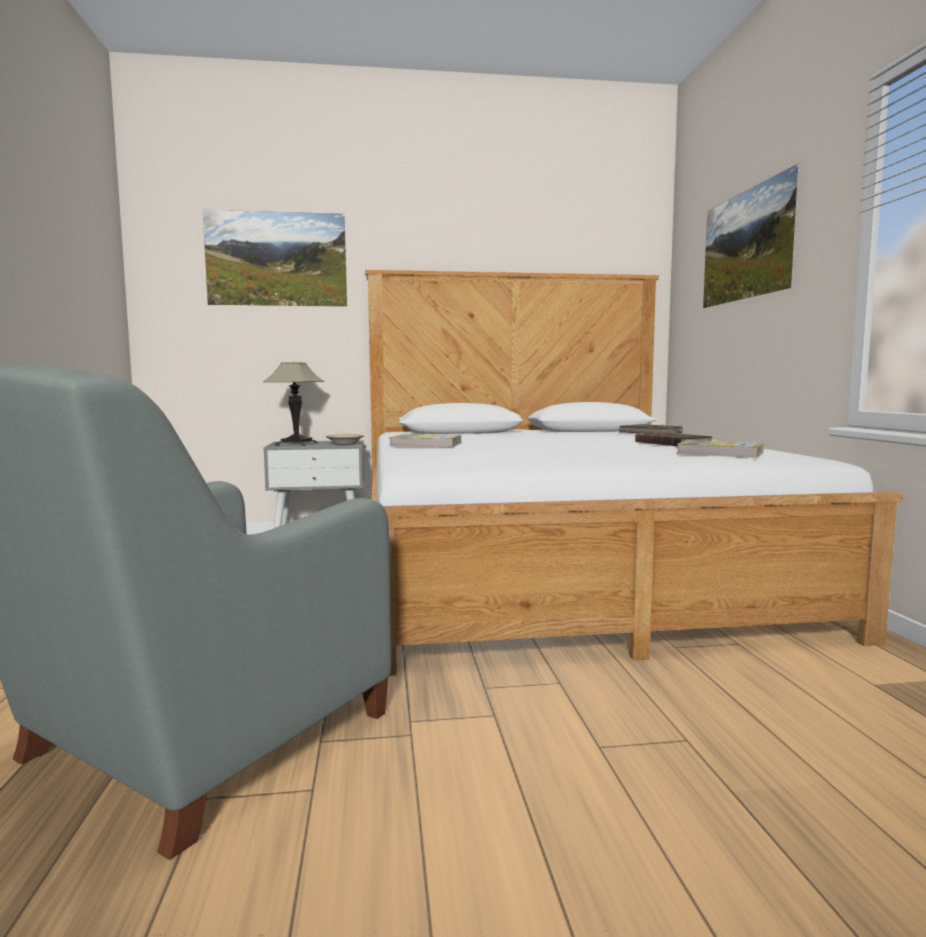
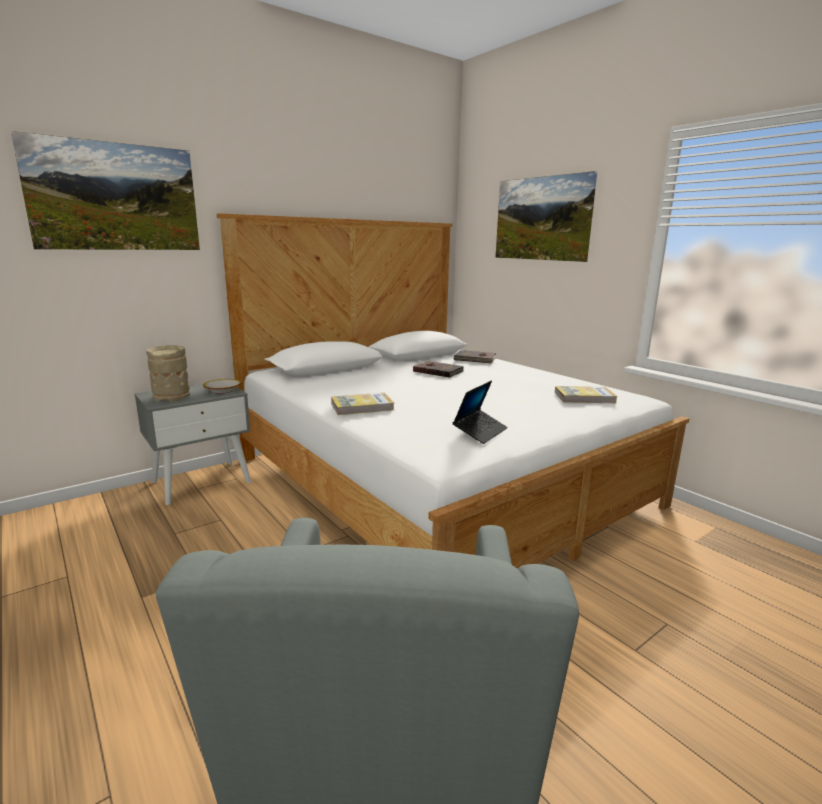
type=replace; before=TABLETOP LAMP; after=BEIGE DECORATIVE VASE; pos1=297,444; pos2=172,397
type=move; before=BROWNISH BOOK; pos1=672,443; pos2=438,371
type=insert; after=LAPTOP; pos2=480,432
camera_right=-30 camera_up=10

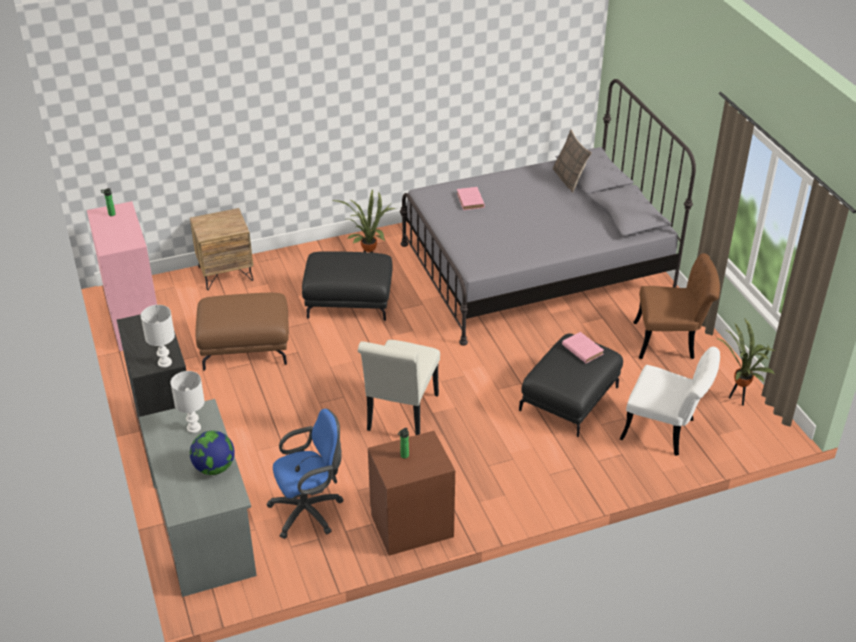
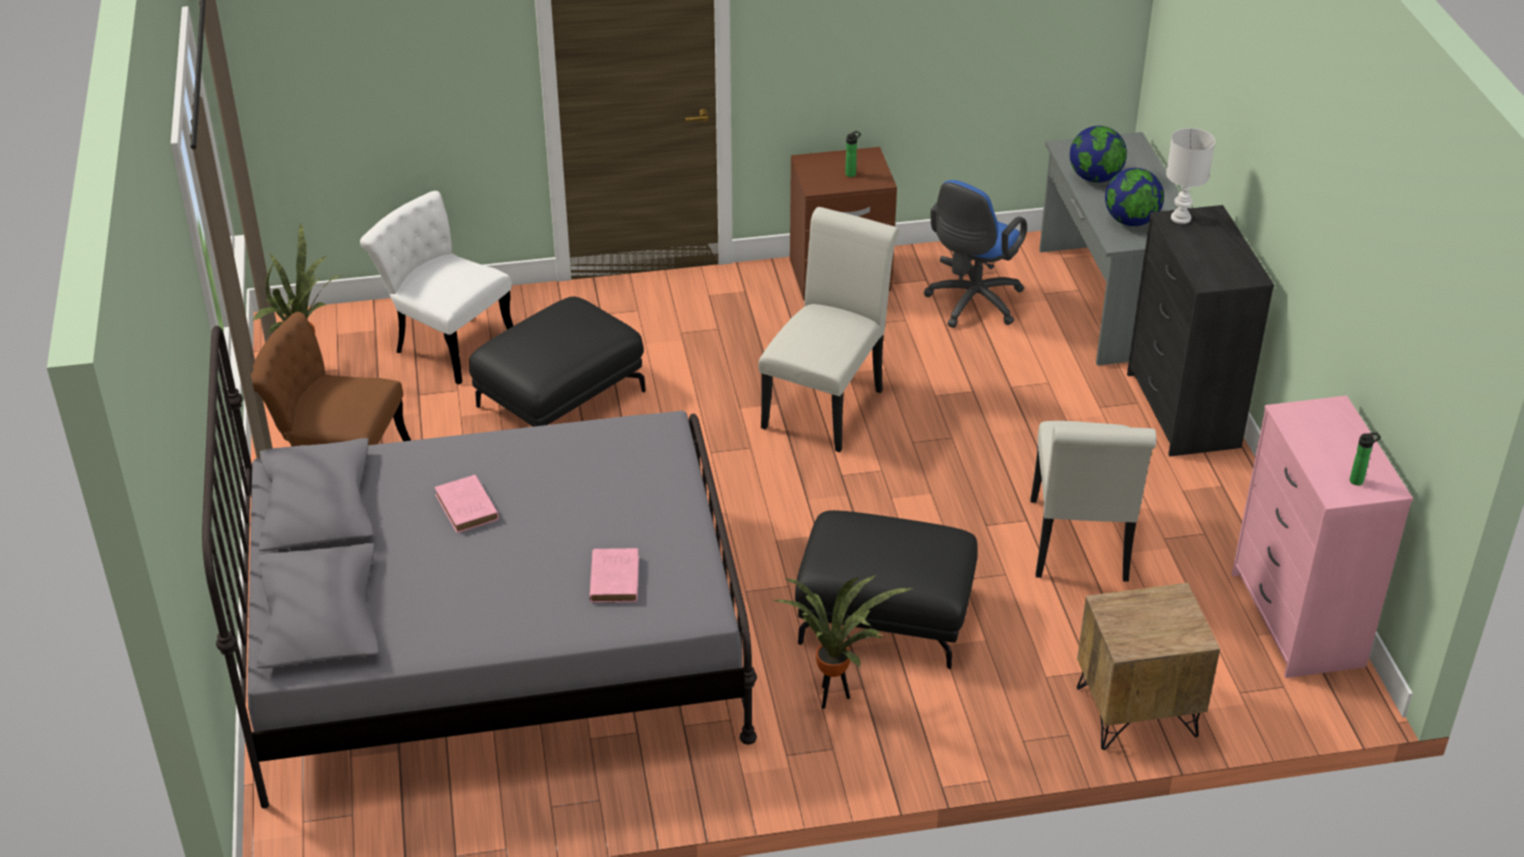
type=replace; before=WHITE TABLETOP LAMP; after=GLOBE; pos1=193,428; pos2=1131,221
type=replace; before=BROWNISH FOOTREST; after=WHITE CHAIR; pos1=245,346; pos2=1079,547
type=rotate; before=BLUISH OFFICE CHAIR; pos1=310,511; pos2=971,304; turn=-45
type=delete; before=THROW PILLOW; pos1=569,179
type=move; before=PINK BOOK; pos1=581,349; pos2=467,508
camera_right=-170 camera_up=0

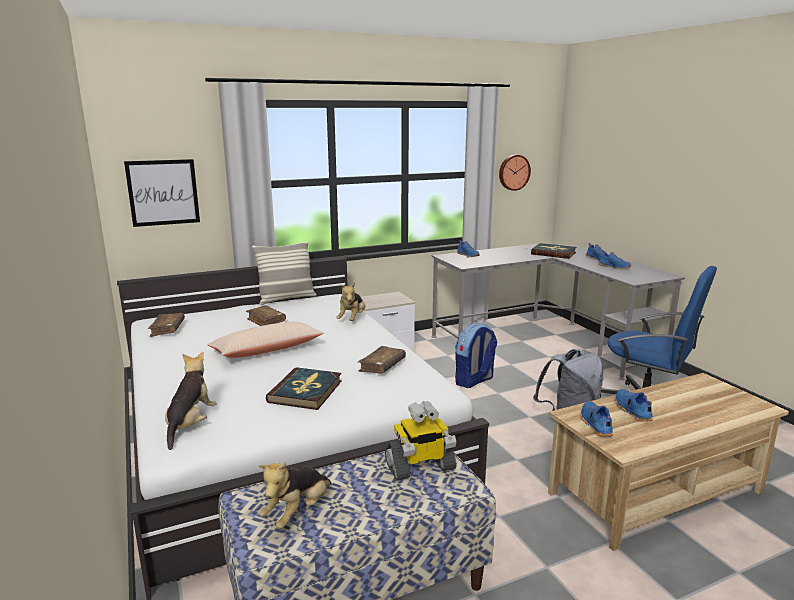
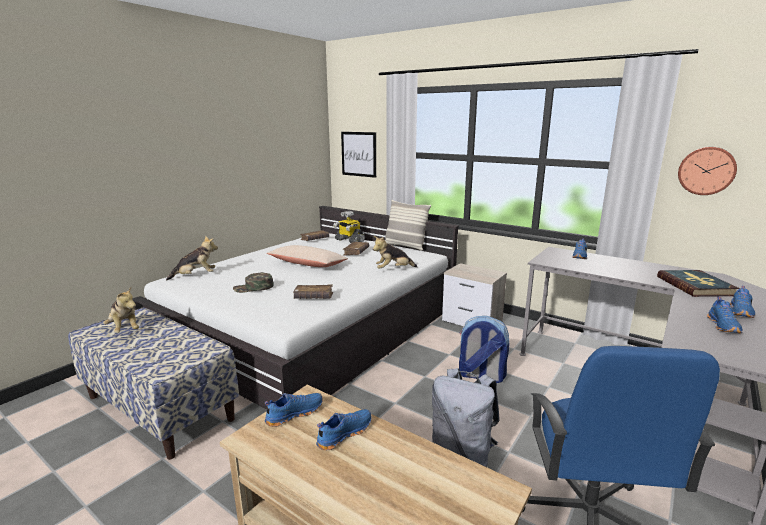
type=rotate; before=SOFT TOY; pos1=297,512; pos2=124,329; turn=-135
type=replace; before=BOOK; after=GREEN-COLOURED BASEBALL CAP; pos1=306,391; pos2=253,288
type=move; before=TOY ROBOT; pos1=420,467; pos2=349,240
camera_right=60 camera_up=0

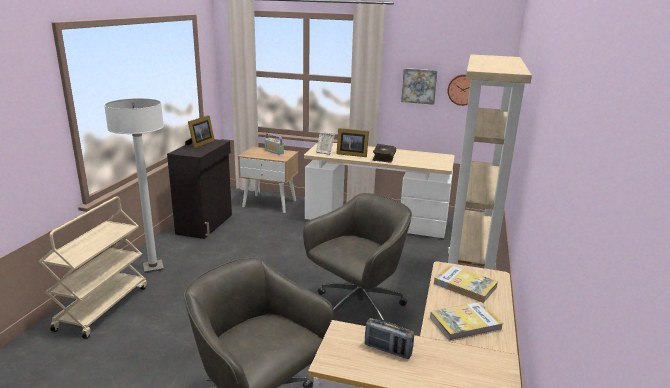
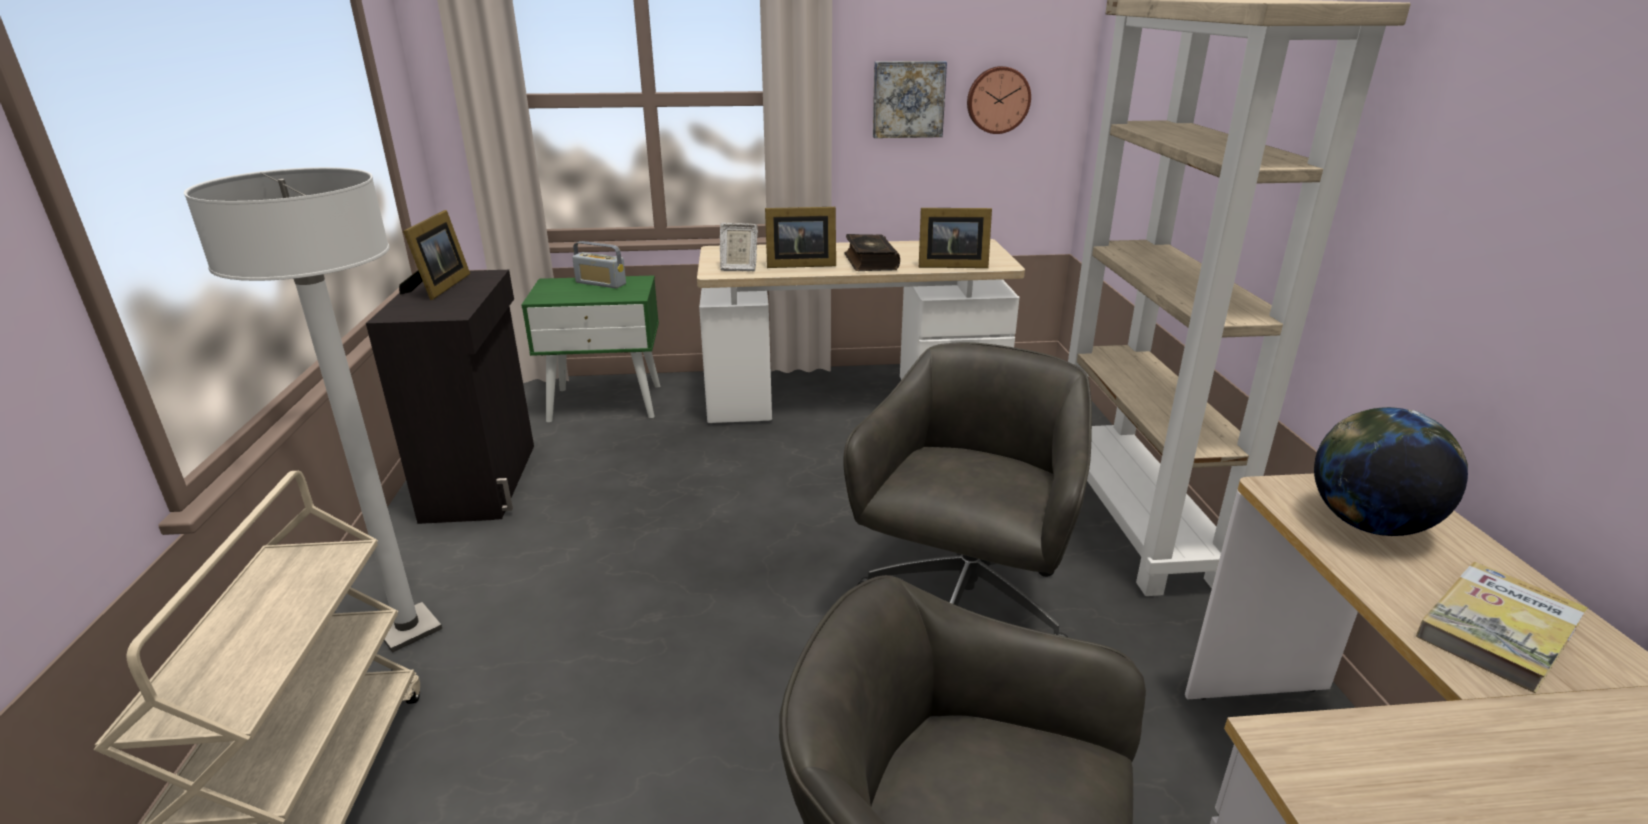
type=recolor; before=BEIGE NIGHTSTAND; after=GREEN-COLOURED NIGHTSTAND; pos1=270,203; pos2=606,402
type=delete; before=RADIO RECEIVER; pos1=387,350
type=replace; before=BOOK; after=GLOBE; pos1=465,285; pos2=1368,525
type=insert; after=PICTURE FRAME; pos2=950,265
camera_right=-20 camera_up=5

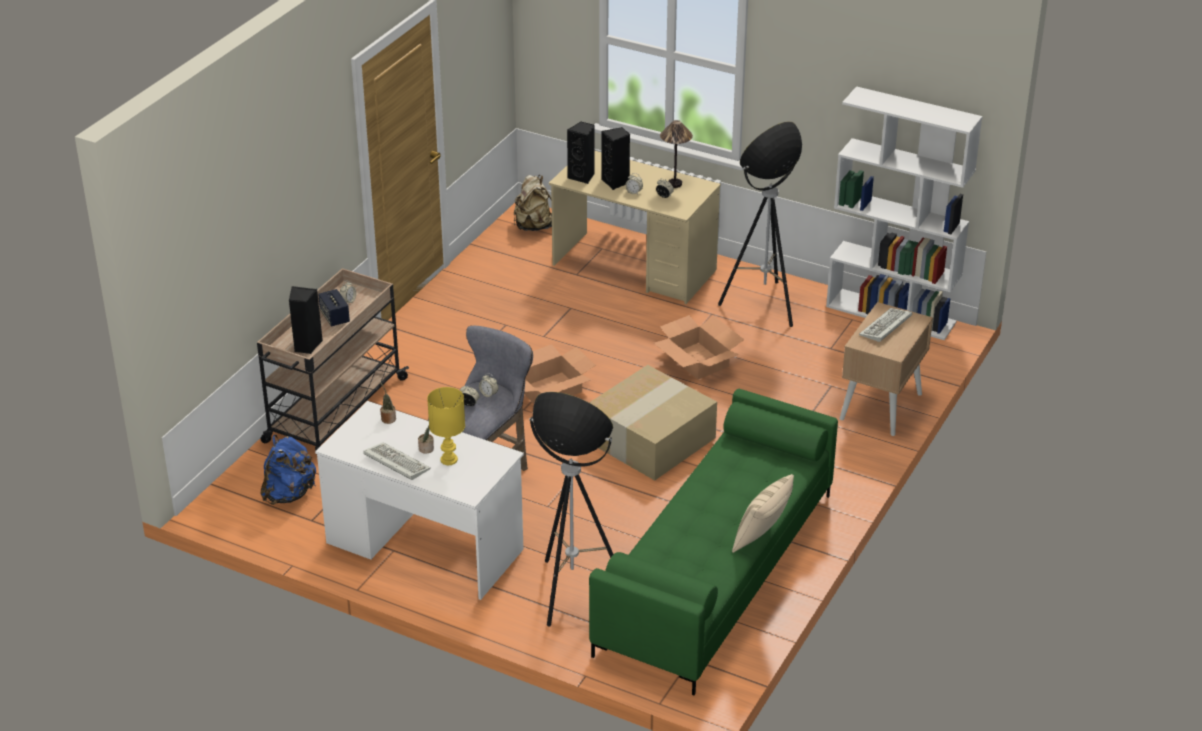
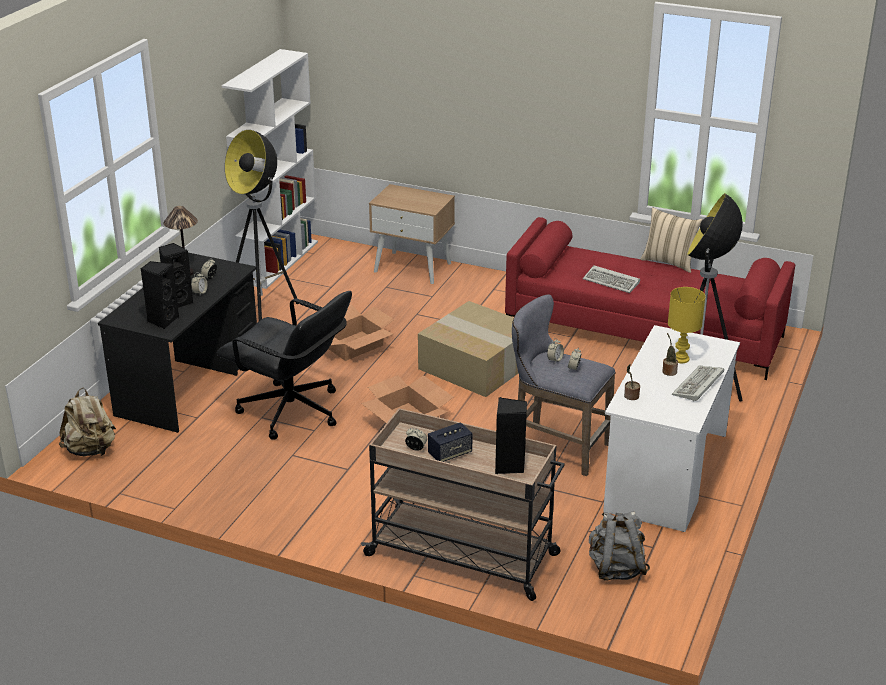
type=recolor; before=BLUISH BACKPACK; after=GREYISH BACKPACK; pos1=289,494; pos2=616,568
type=recolor; before=BEIGE DESK UNIT; after=BLACKISH DESK UNIT; pos1=634,268; pos2=189,384
type=recolor; before=GREEN-COLOURED COUCH; after=RED-COLOURED COUCH; pos1=716,573; pos2=645,331
type=move; before=KEYBOARD; pos1=885,327; pos2=612,282
type=insert; after=BLACKISH OFFICE CHAIR; pos2=291,412
camera_right=-95 camera_up=-5

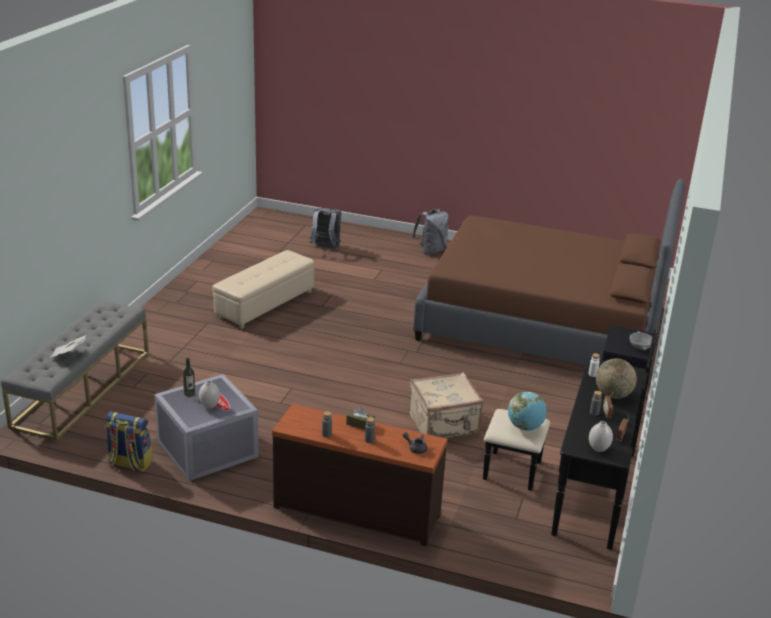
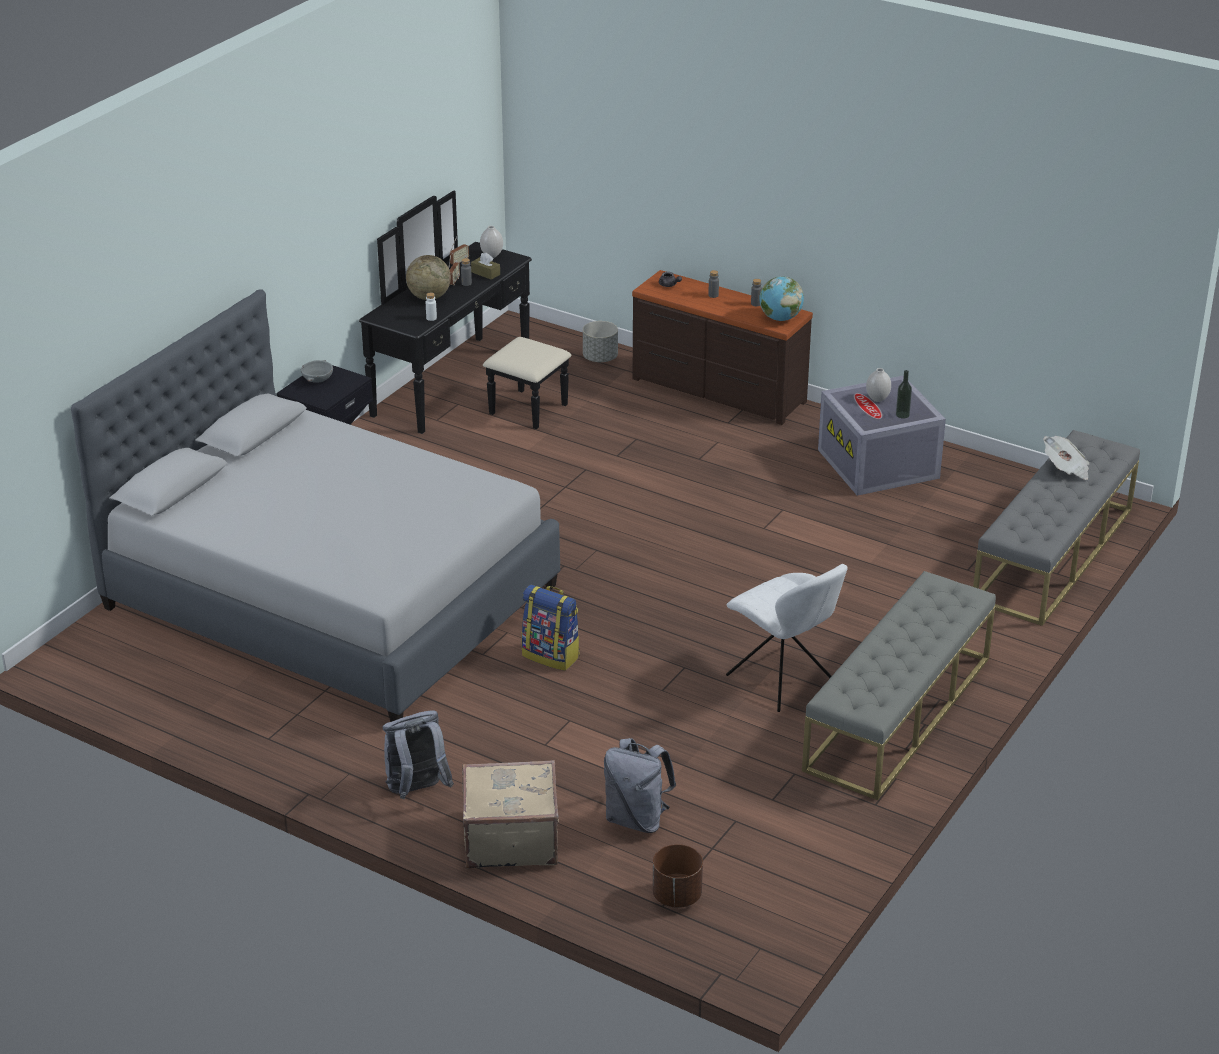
type=move; before=BACKPACK; pos1=129,463; pos2=552,655
type=replace; before=BEIGE FOOTREST; after=WHITE CHAIR; pos1=265,304; pos2=783,681
type=move; before=BROWNISH BOX OF TISSUES; pos1=360,424; pos2=485,273
type=move; before=BEIGE SUITCASE; pos1=444,425; pos2=510,839
type=recolor; before=BROWNISH BED; after=GREYISH BED; pos1=542,323; pos2=331,596
type=move; before=GLOBE; pos1=525,427; pos2=780,318
type=insert; after=GREYISH FLOWER POT; pos2=600,358
type=insert; after=BROWNISH FLOWER POT; pos2=677,896
type=insert; after=GREYISH BENCH; pos2=898,713
camera_right=-165 camera_up=5

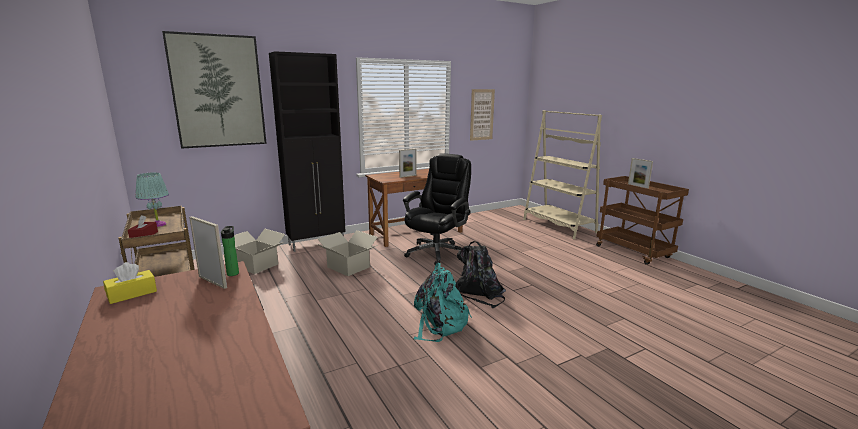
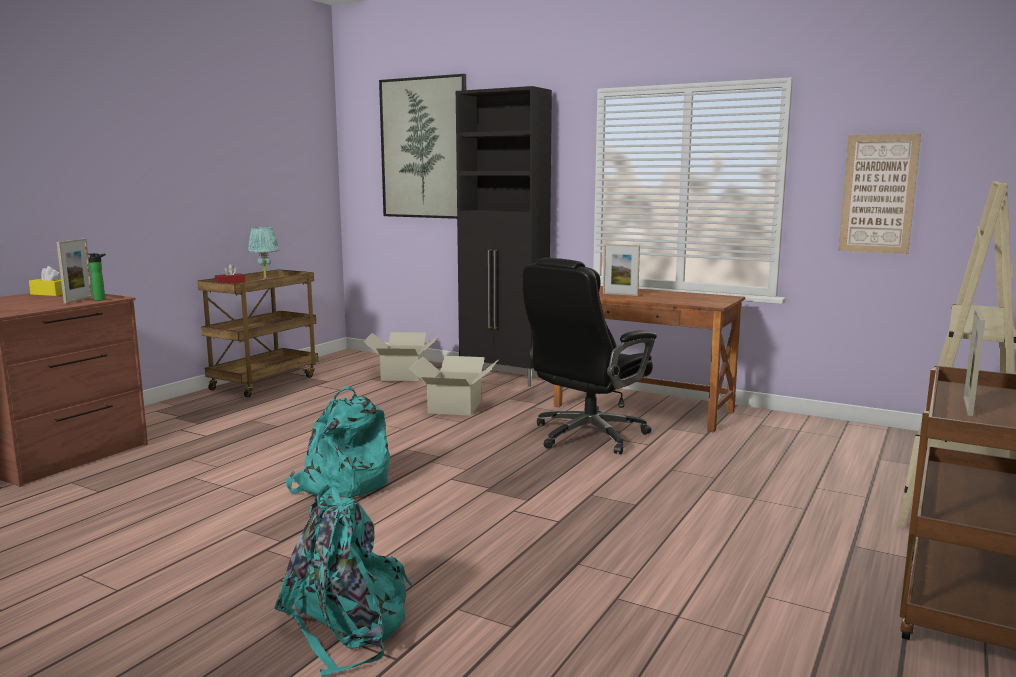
type=rotate; before=BLACKISH OFFICE CHAIR; pos1=437,252; pos2=587,436; turn=135
type=delete; before=BLACKISH BACKPACK; pos1=478,293
type=insert; after=BLUE-GREEN BACKPACK; pos2=347,624
camera_right=60 camera_up=-5

